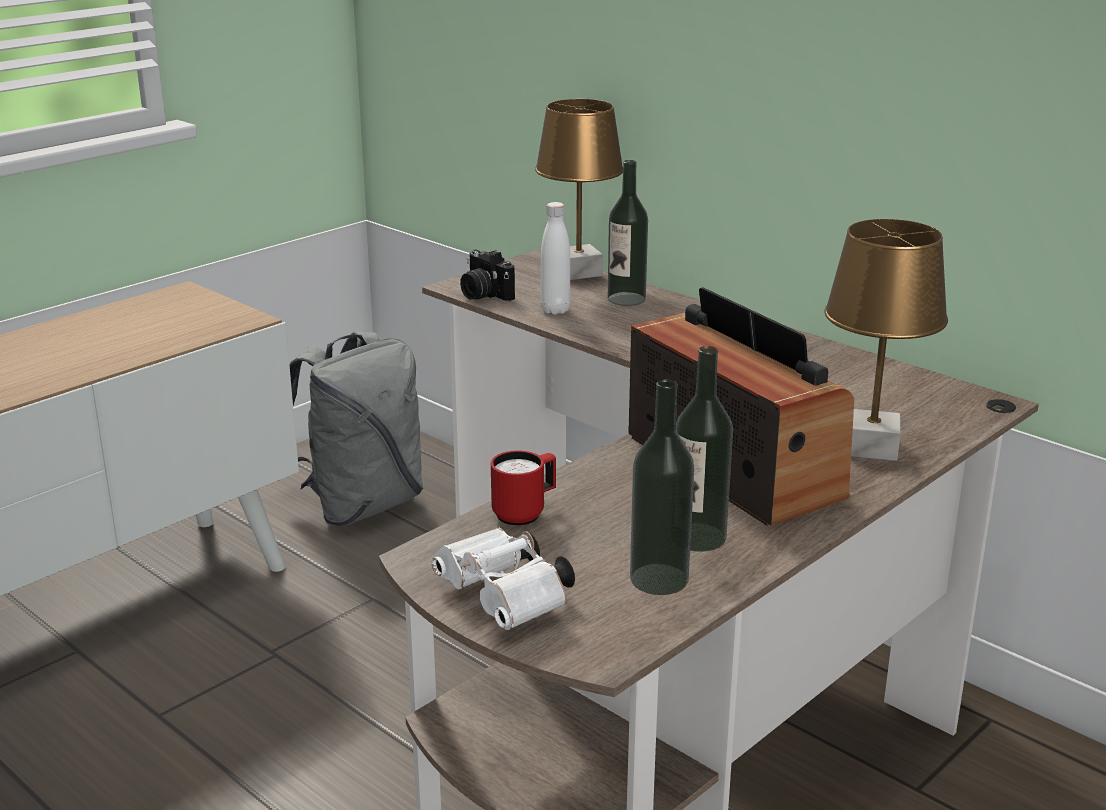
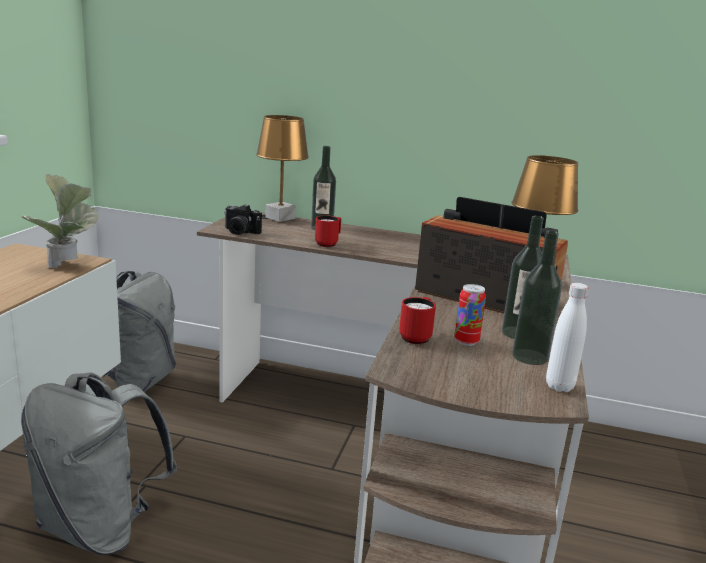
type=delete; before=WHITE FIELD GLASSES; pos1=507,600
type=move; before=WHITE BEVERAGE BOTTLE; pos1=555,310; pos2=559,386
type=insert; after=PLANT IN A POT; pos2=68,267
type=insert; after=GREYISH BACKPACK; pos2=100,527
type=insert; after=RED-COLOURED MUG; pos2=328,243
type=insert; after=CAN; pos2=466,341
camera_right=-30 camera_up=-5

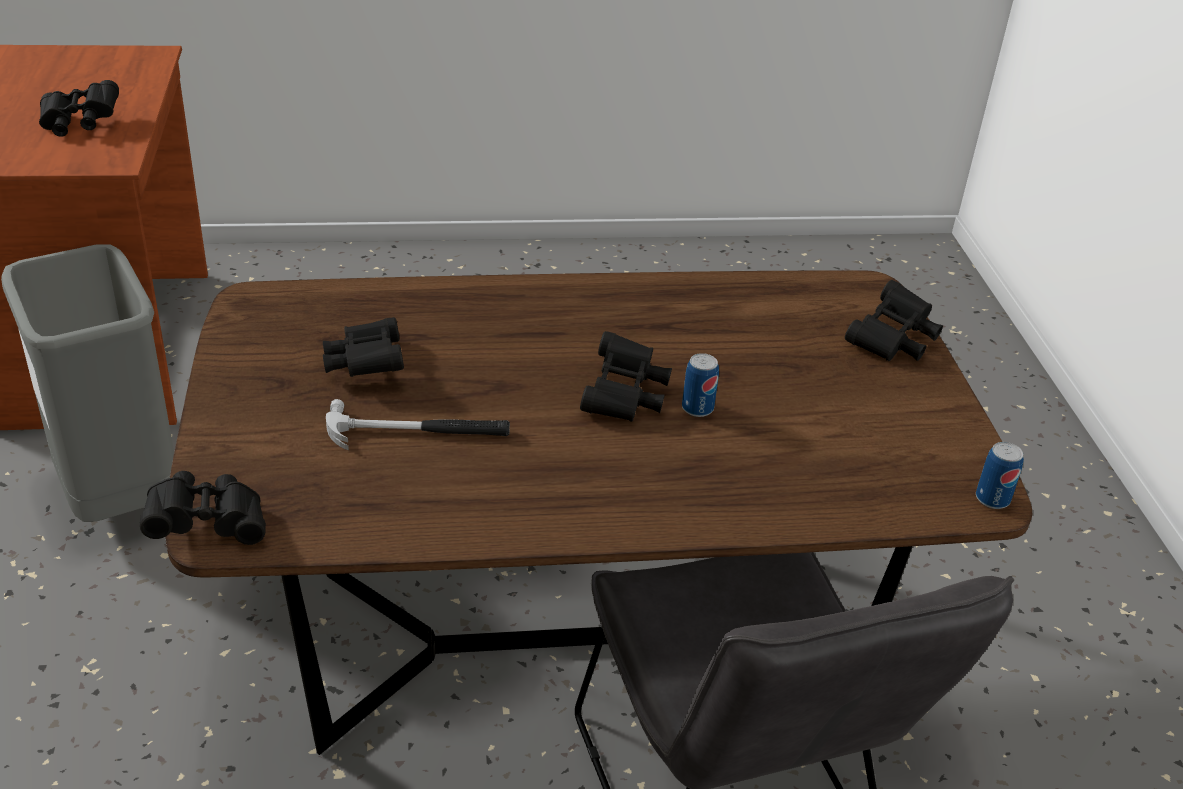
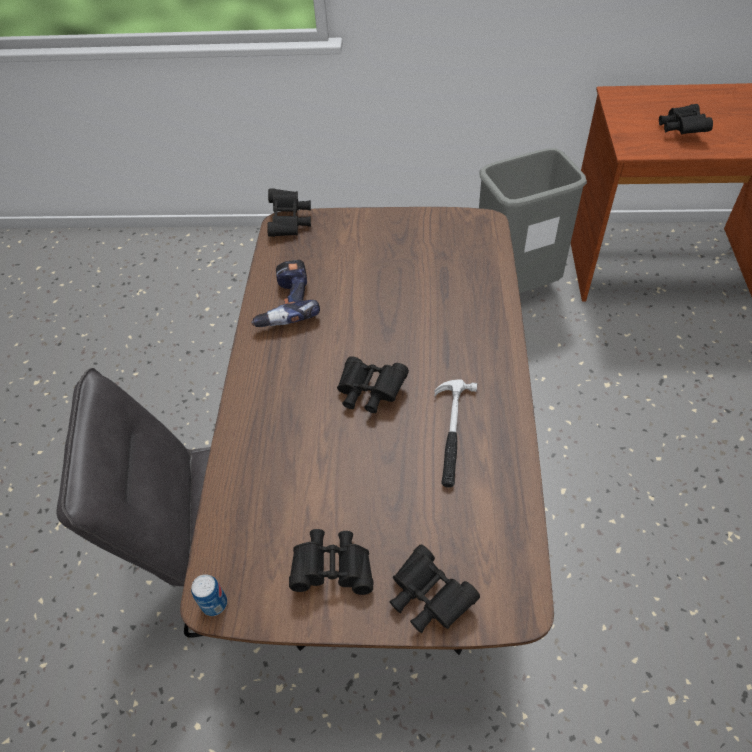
type=move; before=BLACKISH FIELD GLASSES; pos1=365,365; pos2=333,569
type=move; before=HAMMER; pos1=417,432; pos2=451,433
type=delete; before=CAN; pos1=697,408
type=insert; after=POWER DRILL; pos2=285,304
camera_right=105 camera_up=15

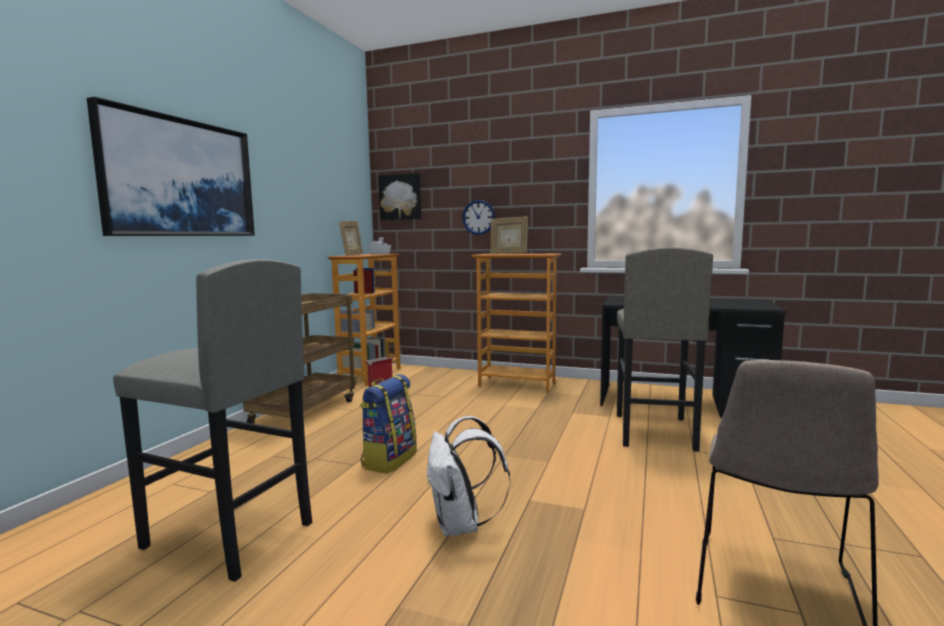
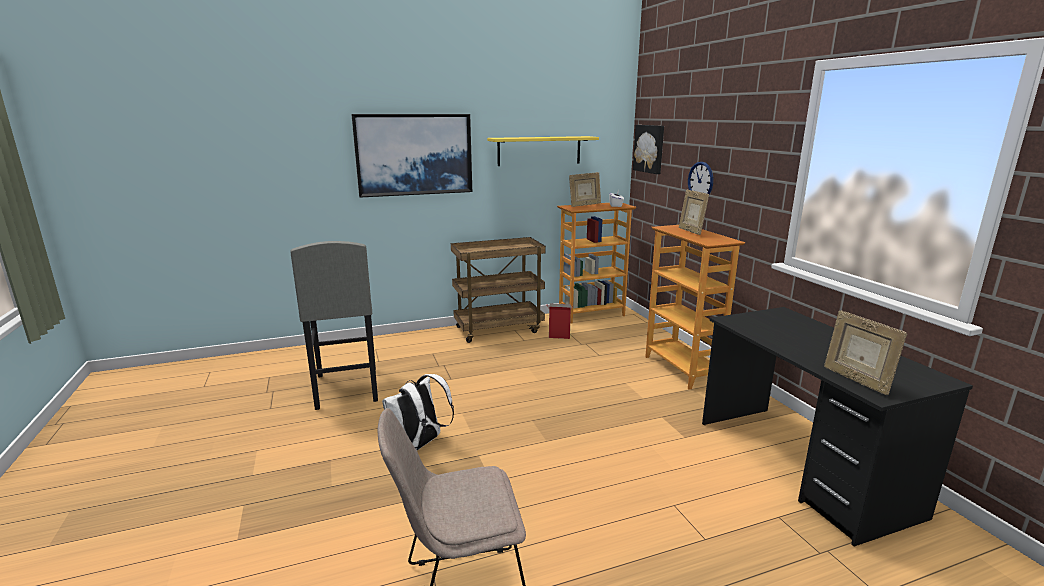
type=delete; before=BACKPACK; pos1=389,460
type=delete; before=GREYISH STOOL; pos1=653,432
type=insert; after=YELLOWISH WALL SHELF; pos2=539,151
type=insert; after=PICTURE FRAME; pos2=856,380
camera_right=50 camera_up=10

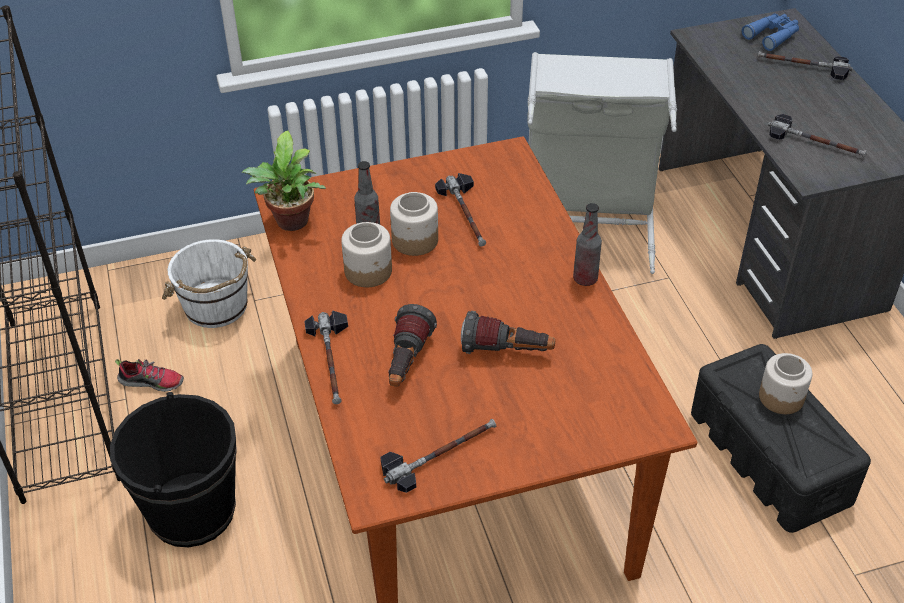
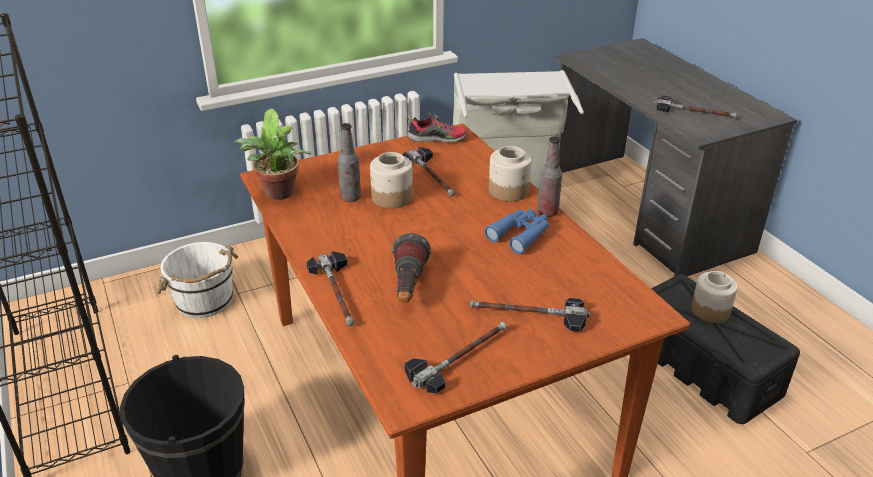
type=move; before=SHOE; pos1=152,382; pos2=437,138
type=move; before=PRESERVE JAR; pos1=369,271; pos2=509,191
type=delete; before=FLASHLIGHT; pos1=507,352
type=move; before=BLUISH FIELD GLASSES; pos1=772,35; pos2=520,235
type=move; before=HAMMER; pos1=803,67; pos2=528,315
camera_right=-10 camera_up=-10

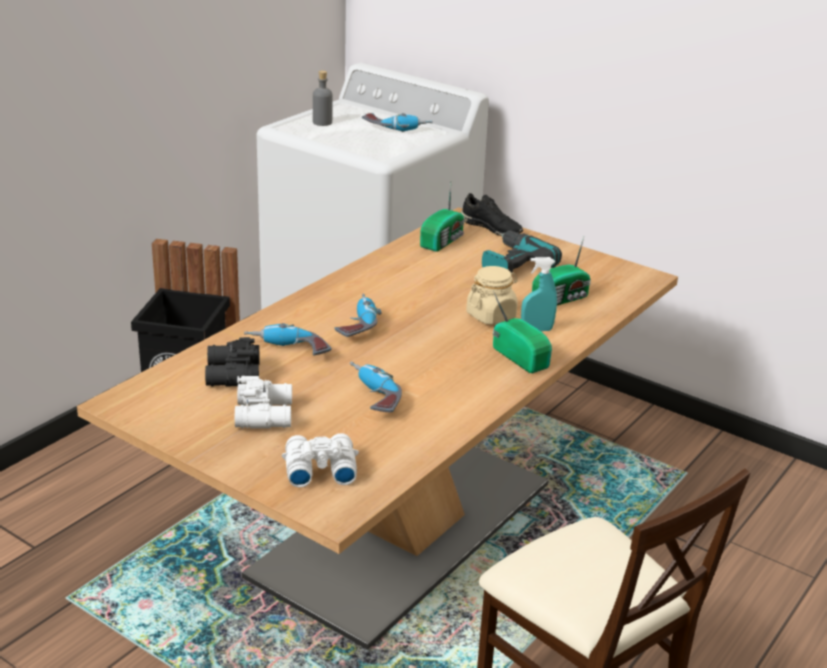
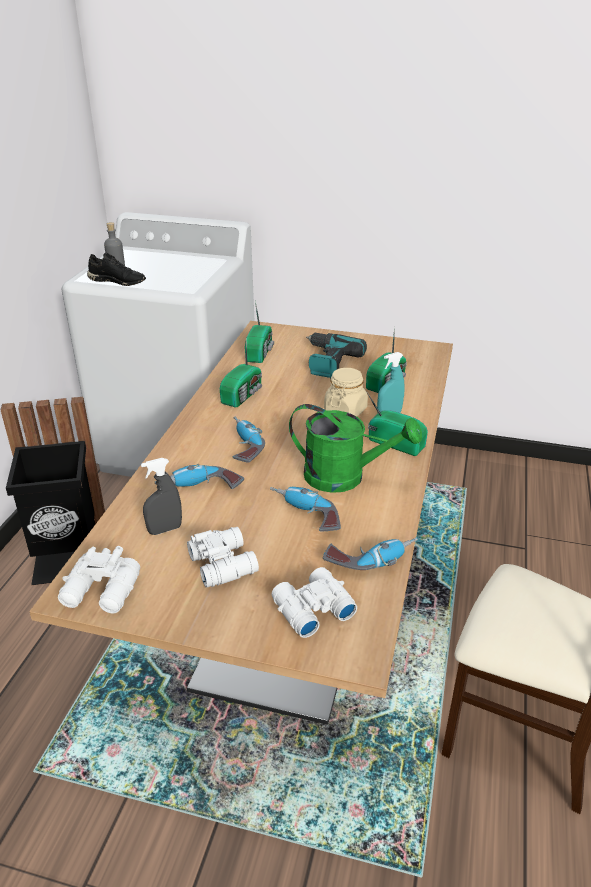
type=replace; before=BLACKISH FIELD GLASSES; after=GREYISH SPRAY BOTTLE; pos1=231,375; pos2=165,529
type=move; before=POWER DRILL; pos1=396,128; pos2=370,559
type=move; before=BLACKISH SHOE; pos1=492,228; pos2=118,281
type=insert; after=WHITE FIELD GLASSES; pos2=102,592
type=insert; after=RADIO RECEIVER; pos2=243,395
type=insert; after=GREEN-COLOURED WATERING POT; pos2=345,477
camera_right=-20 camera_up=5

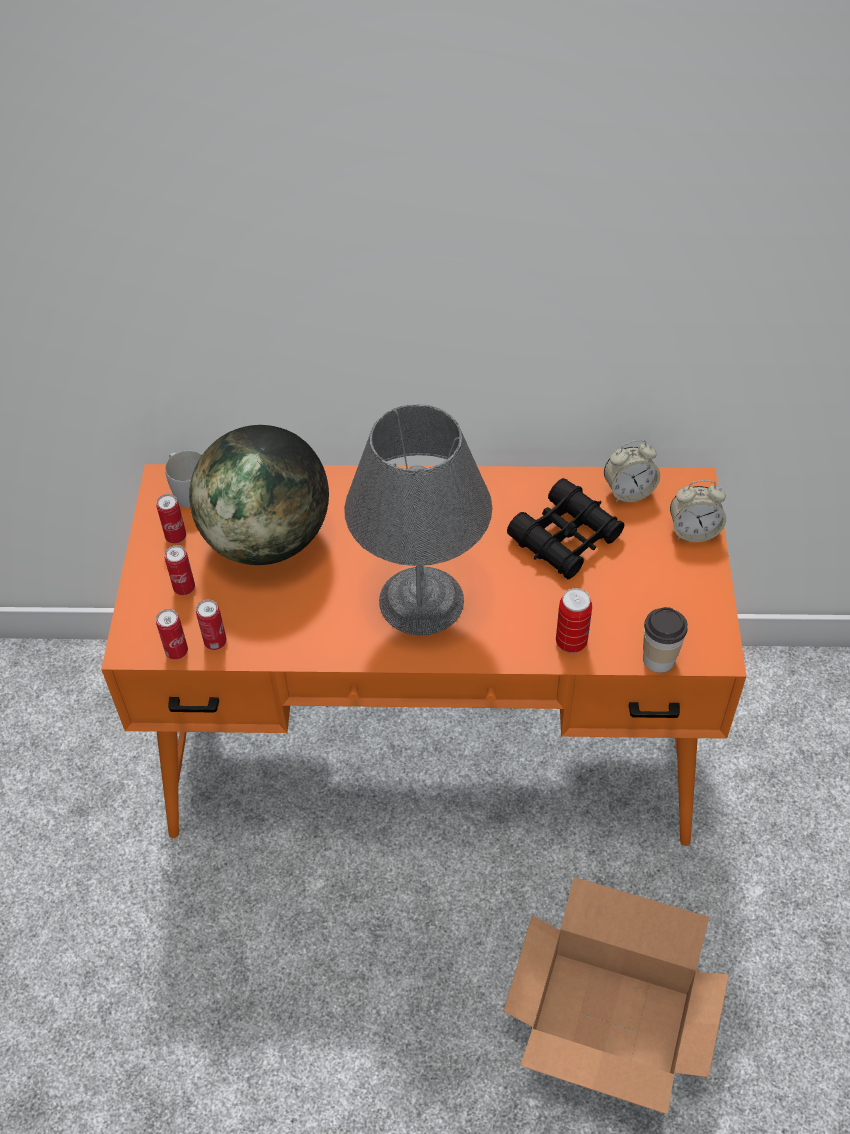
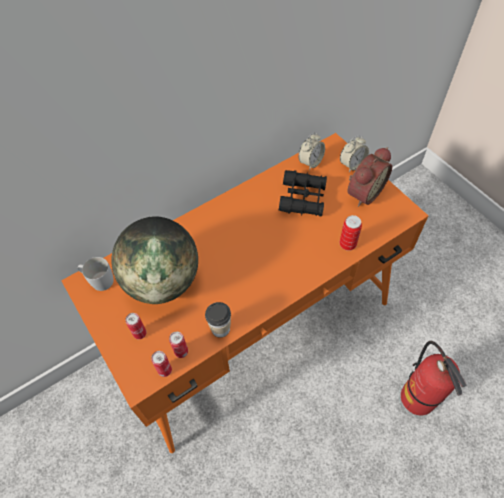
type=delete; before=CAN; pos1=176,537
type=delete; before=GREYISH TABLETOP LAMP; pos1=422,601
type=replace; before=CARDBOARD BOX; after=EXTINGUISHER; pos1=610,1025; pos2=418,398
type=move; before=SMALL CUP; pos1=658,659; pos2=220,329
type=insert; after=BEDSIDE CLOCK; pos2=363,192
camera_right=-35 camera_up=5

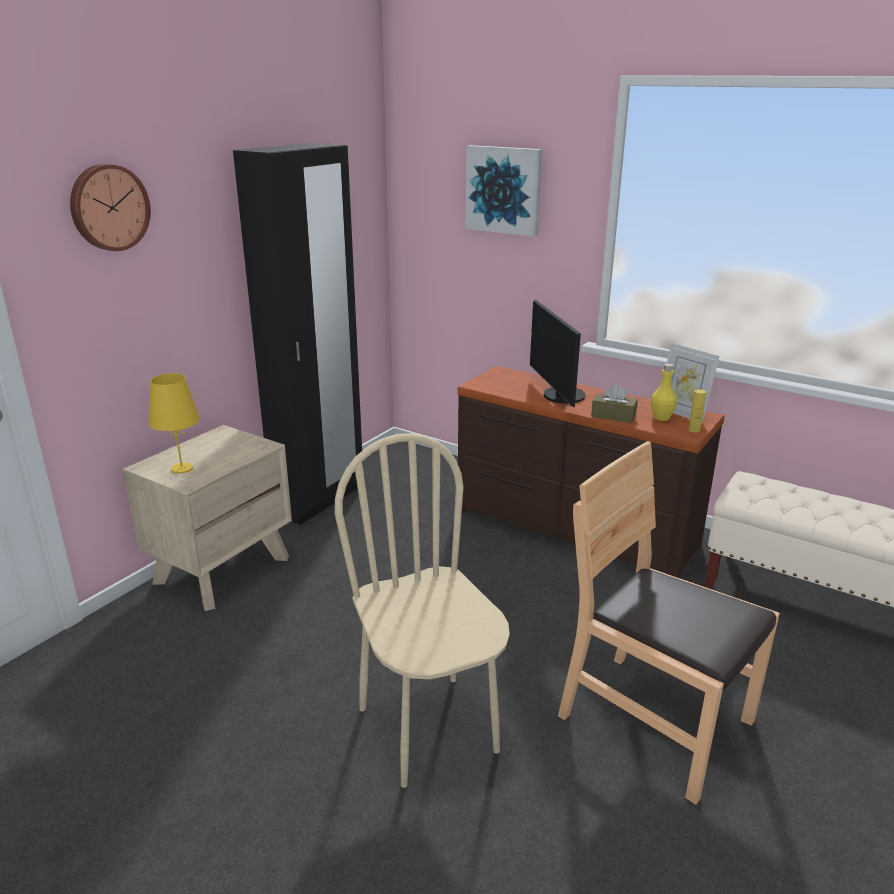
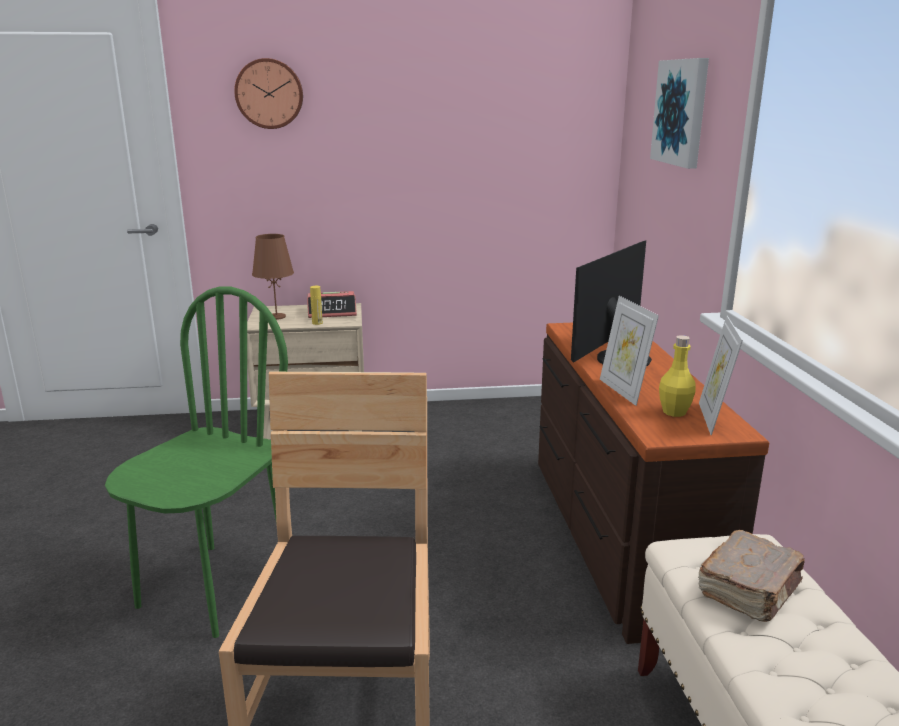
type=recolor; before=YELLOWISH TABLETOP LAMP; after=BROWNISH TABLETOP LAMP; pos1=181,469; pos2=276,317
type=delete; before=BLACKISH CLOTHES CUPBOARD; pos1=319,500
type=recolor; before=BEIGE CHAIR; after=GREEN-COLOURED CHAIR; pos1=429,729; pos2=214,588
type=replace; before=BROWNISH BOX OF TISSUES; after=PICTURE FRAME; pos1=613,416; pos2=623,391
type=move; before=YELLOWISH BEVERAGE BOTTLE; pos1=694,430; pos2=317,323
type=insert; after=BEDSIDE CLOCK; pos2=332,312
type=insert; after=BROWNISH BOOK; pos2=750,590
camera_right=50 camera_up=-5

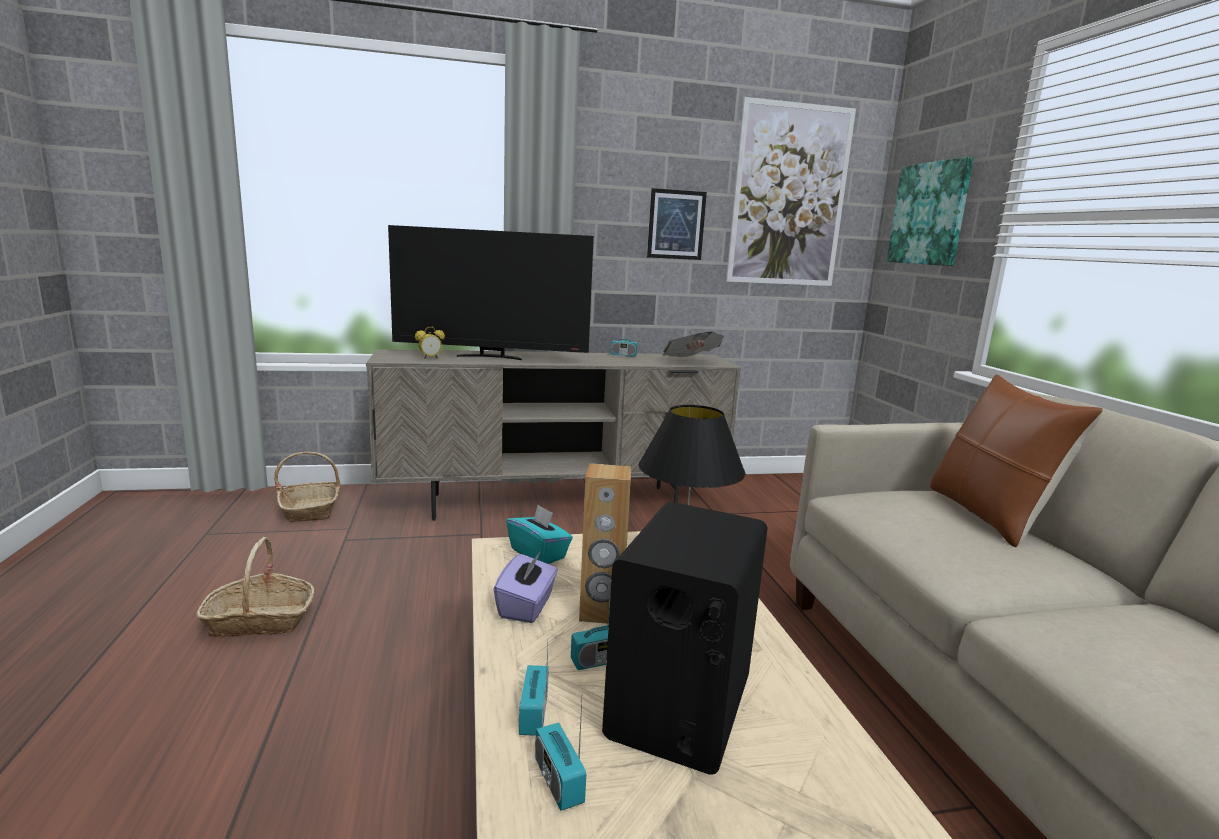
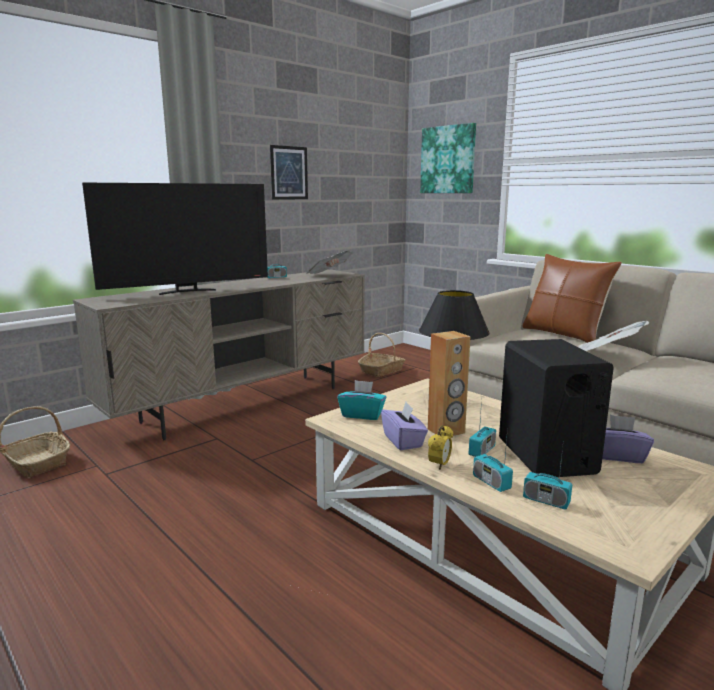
type=move; before=BASKET; pos1=260,620; pos2=381,370
type=move; before=BEDSIDE CLOCK; pos1=430,358; pos2=439,465
type=delete; before=WALL ART; pos1=789,196
type=insert; after=NEWSPAPER; pos2=608,353
type=insert; after=PURPLISH BOX OF TISSUES; pos2=618,456
camera_right=-30 camera_up=0

